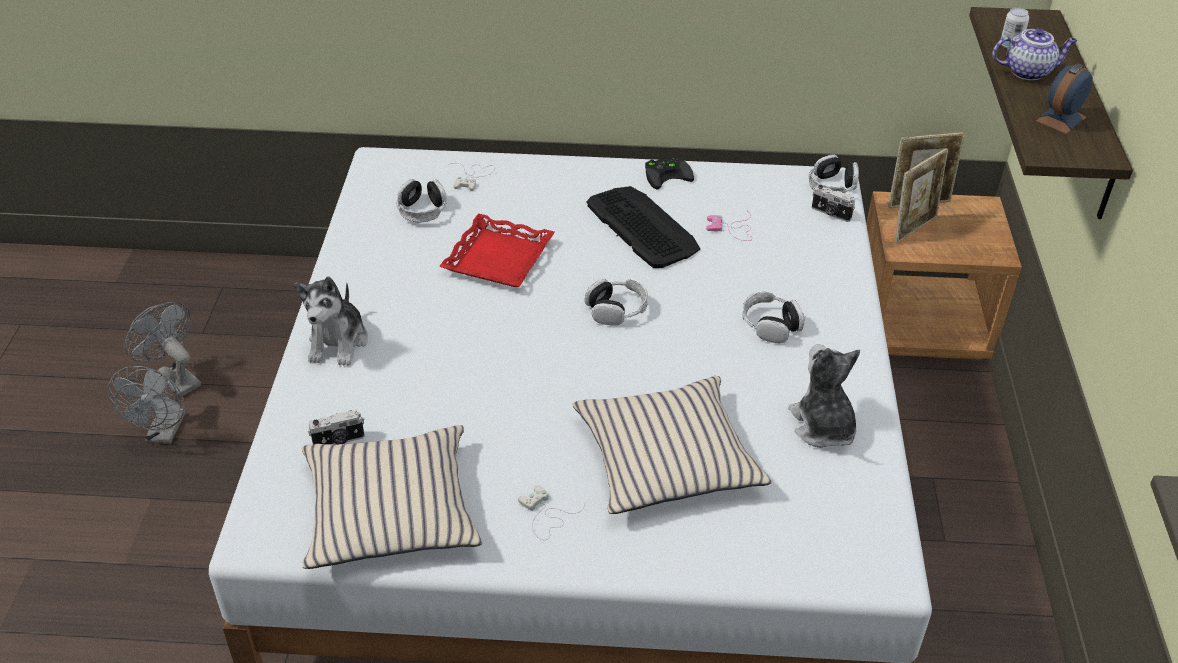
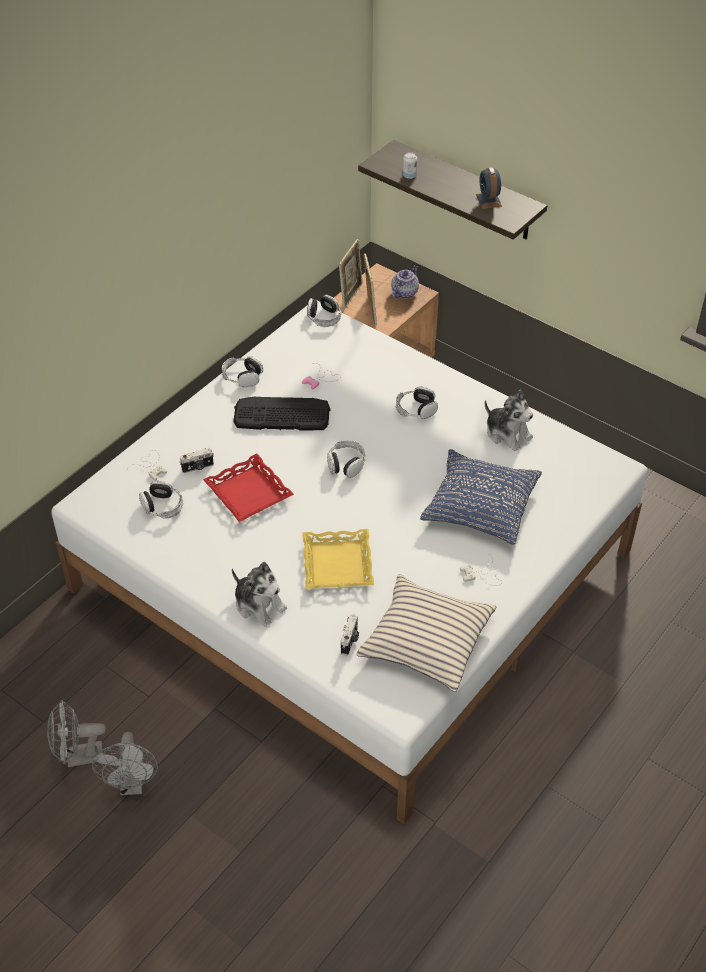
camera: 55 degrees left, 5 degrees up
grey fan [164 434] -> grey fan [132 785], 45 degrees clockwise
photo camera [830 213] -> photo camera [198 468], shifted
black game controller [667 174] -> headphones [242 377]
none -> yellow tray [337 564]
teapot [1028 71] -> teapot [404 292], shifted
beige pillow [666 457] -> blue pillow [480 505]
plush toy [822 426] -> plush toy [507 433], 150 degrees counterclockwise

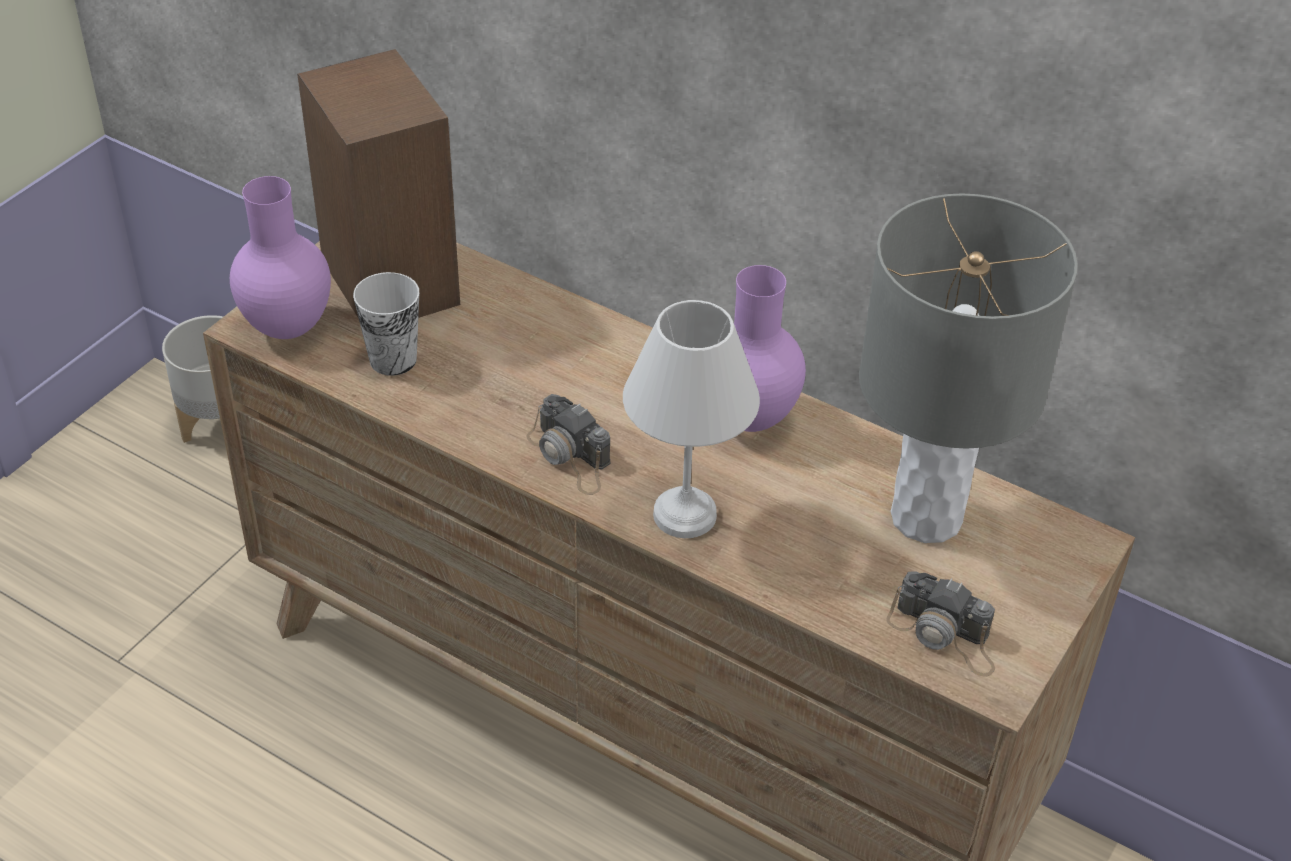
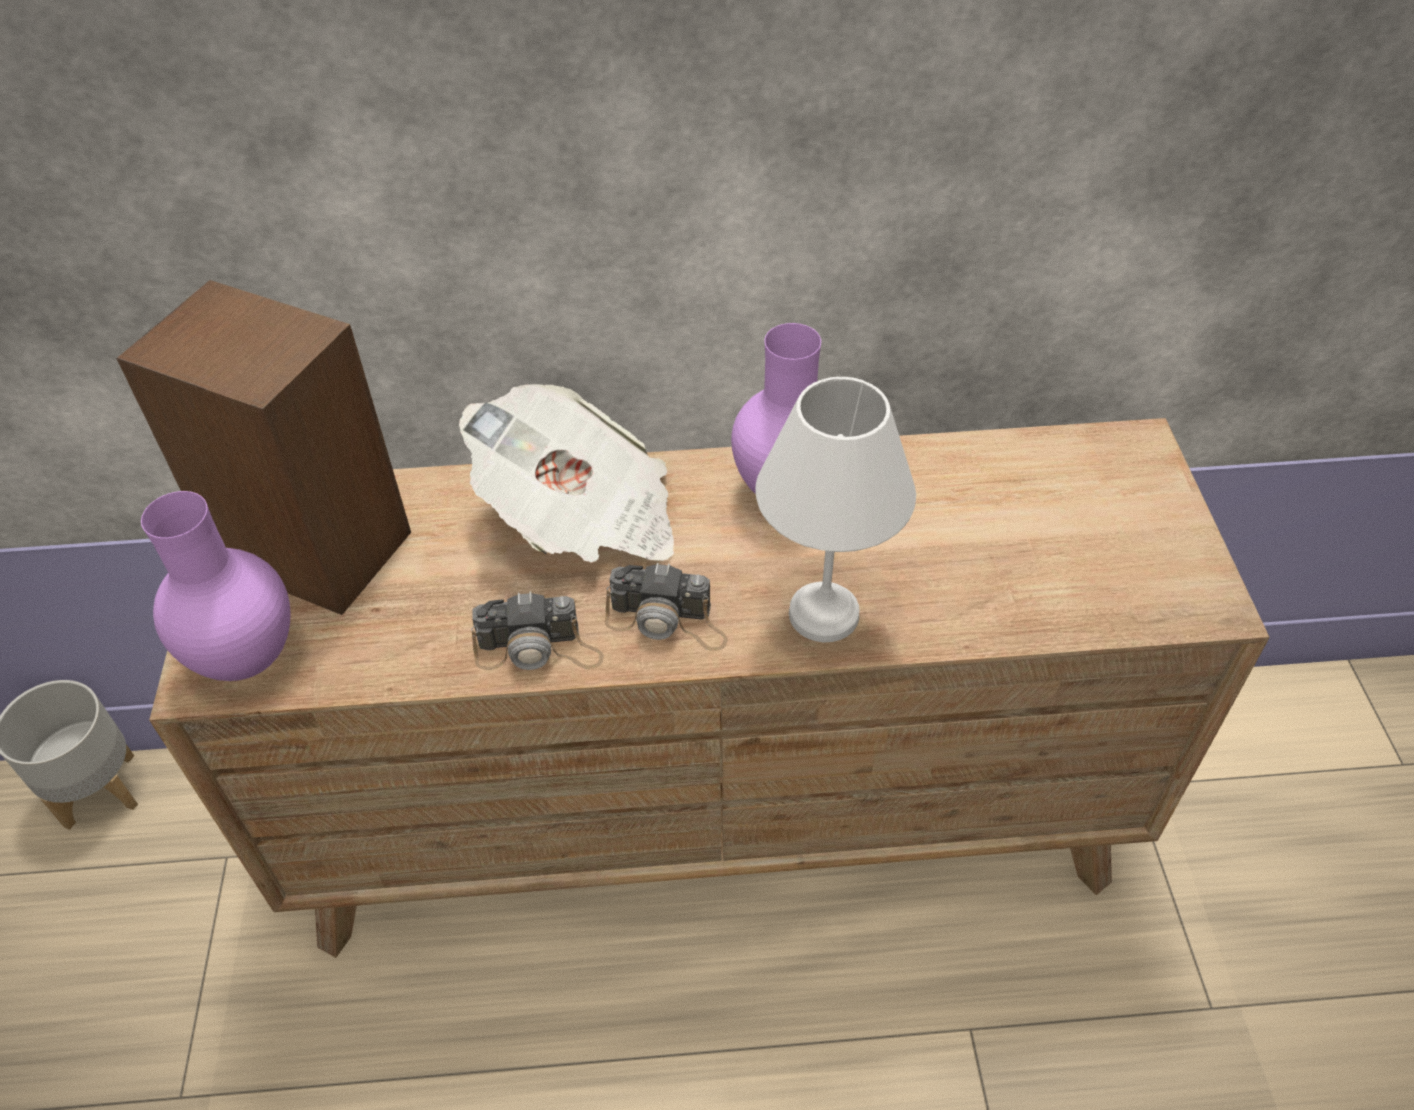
camera: 35 degrees left, 5 degrees up
none -> newspaper [582 516]
photo camera [944 635] -> photo camera [539 649], shifted
cup [393 359] -> none
grey table lamp [925 516] -> none

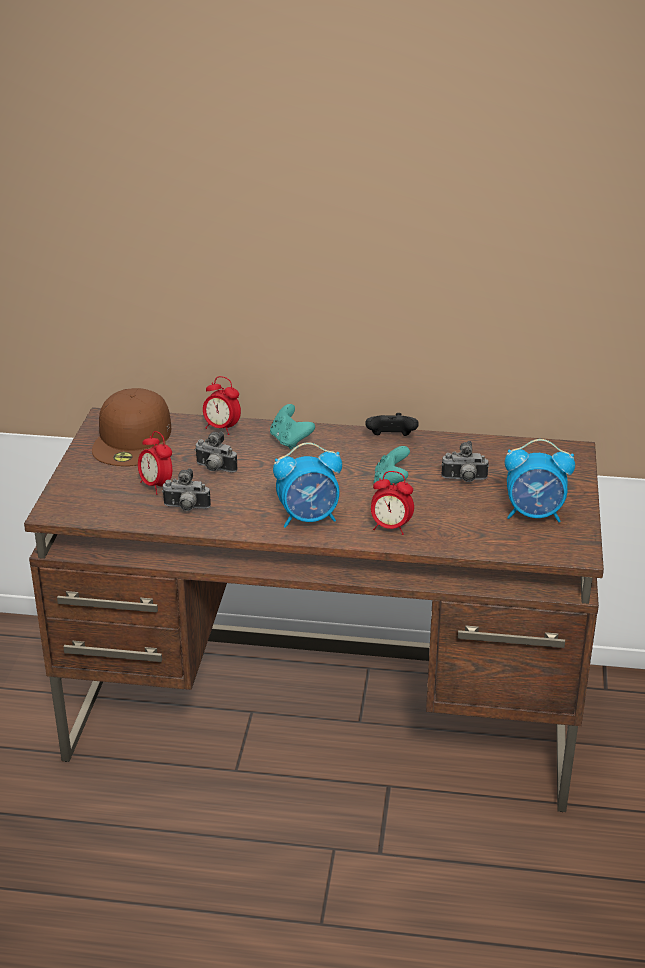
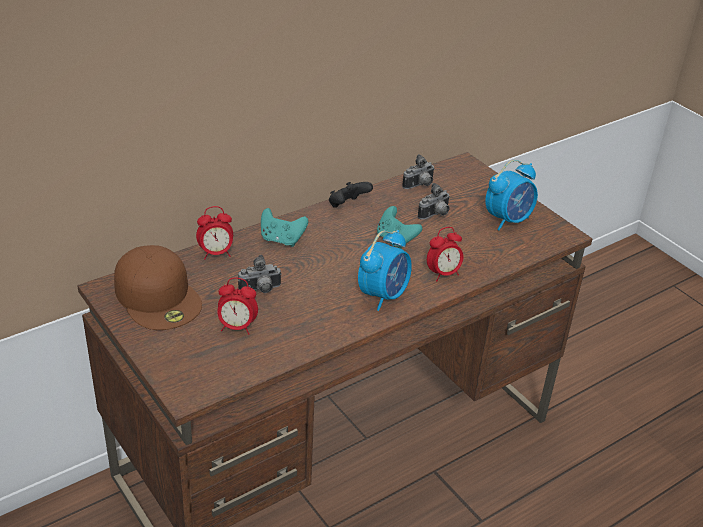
camera: 45 degrees left, 5 degrees up
photo camera [186 508] -> photo camera [419 185], shifted

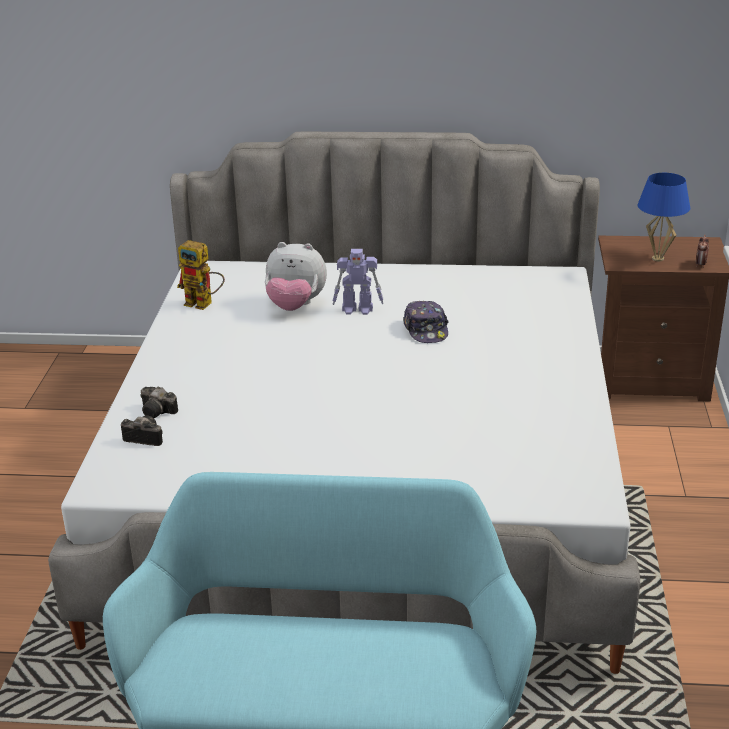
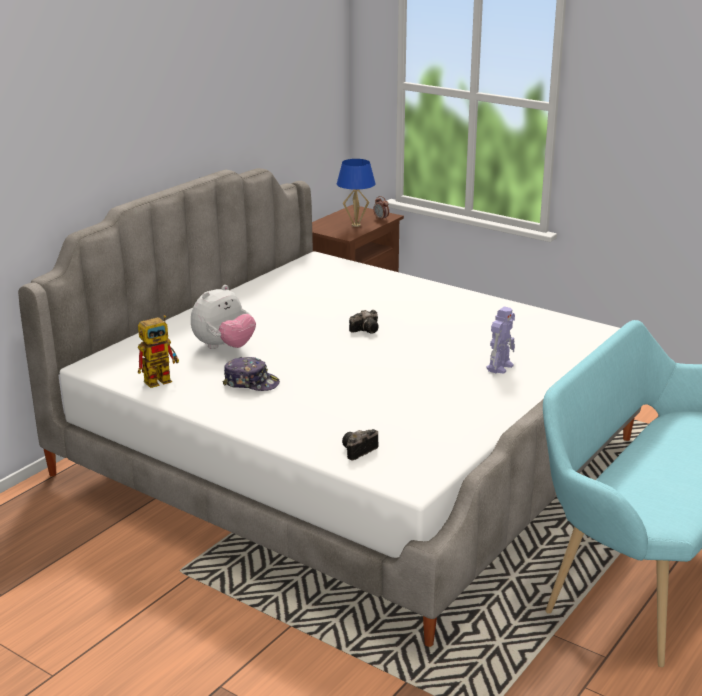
camera: 60 degrees left, 5 degrees down
cap [426 330] -> cap [251 383], shifted
photo camera [159 412] -> photo camera [367 329], shifted
toy robot [358 309] -> toy robot [500 366], shifted

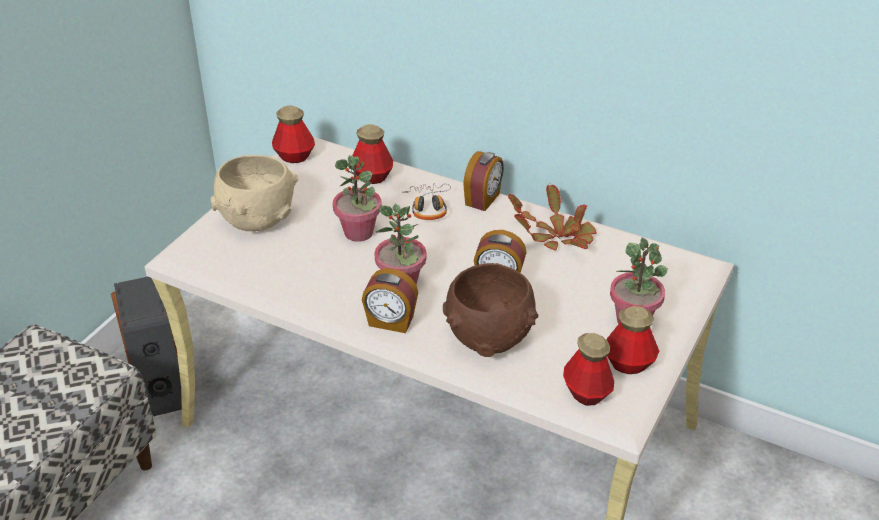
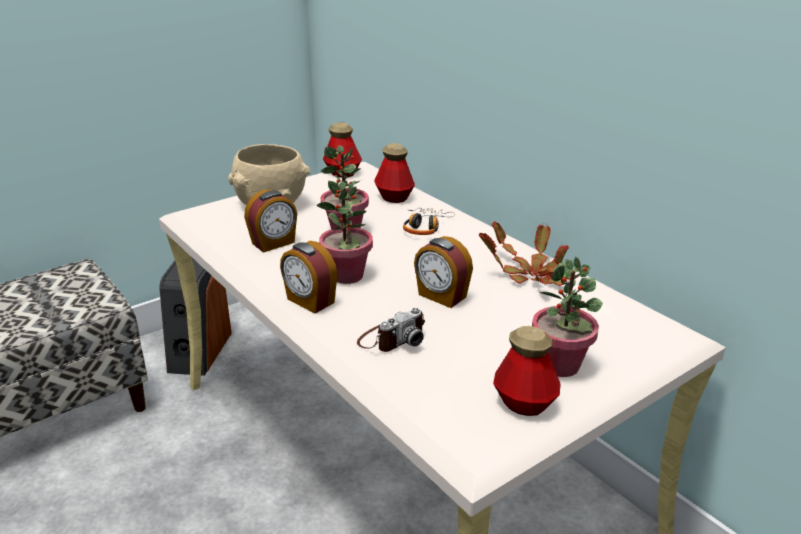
camera: 25 degrees right, 10 degrees down
alarm clock [483 199] -> alarm clock [273 243], shifted
brown bowl [489 338] -> photo camera [392 338]
bottle [586 393] -> none

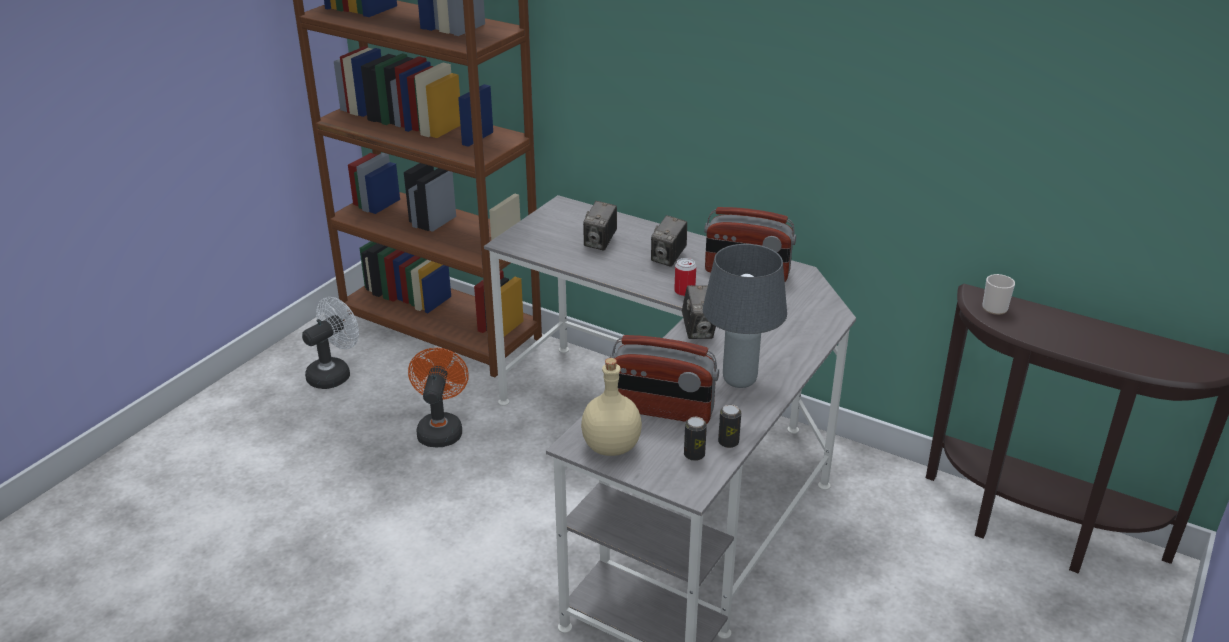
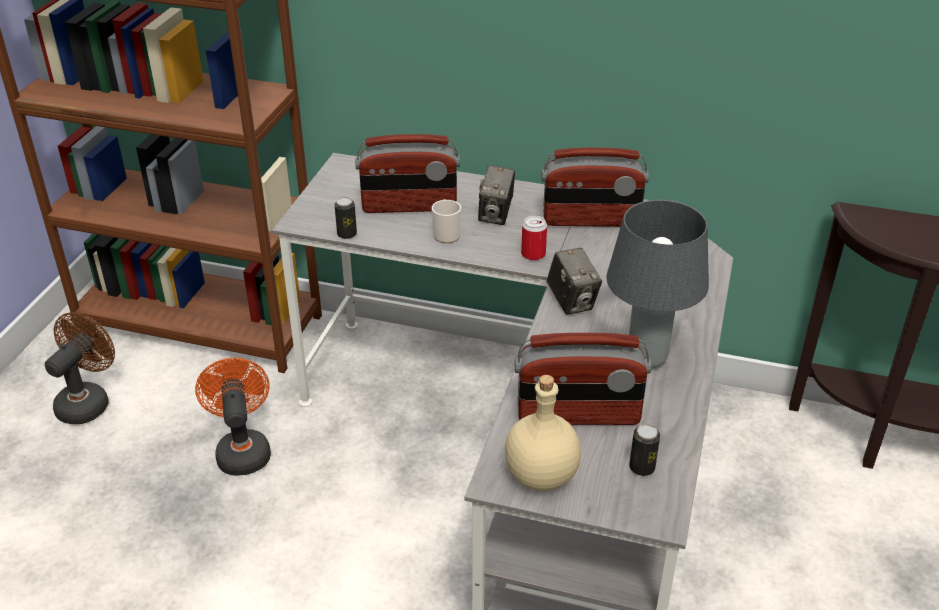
camera: 15 degrees left, 5 degrees up
white fan [334 373] -> brown fan [88 401]
can [728 442] -> can [347 234], shifted
photo camera [600 242] -> radio [409 206]
mug [994 306] -> mug [446 234], shifted

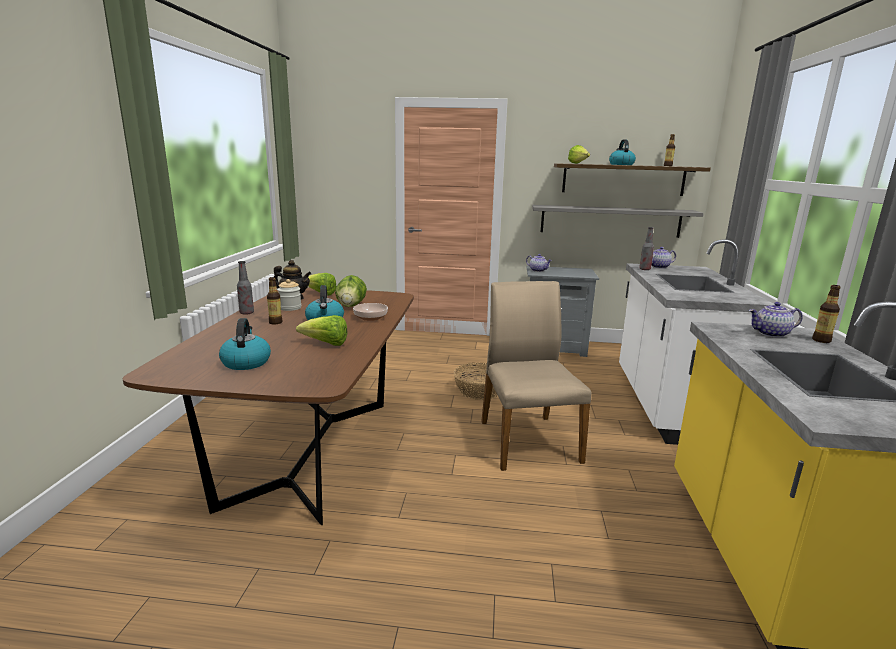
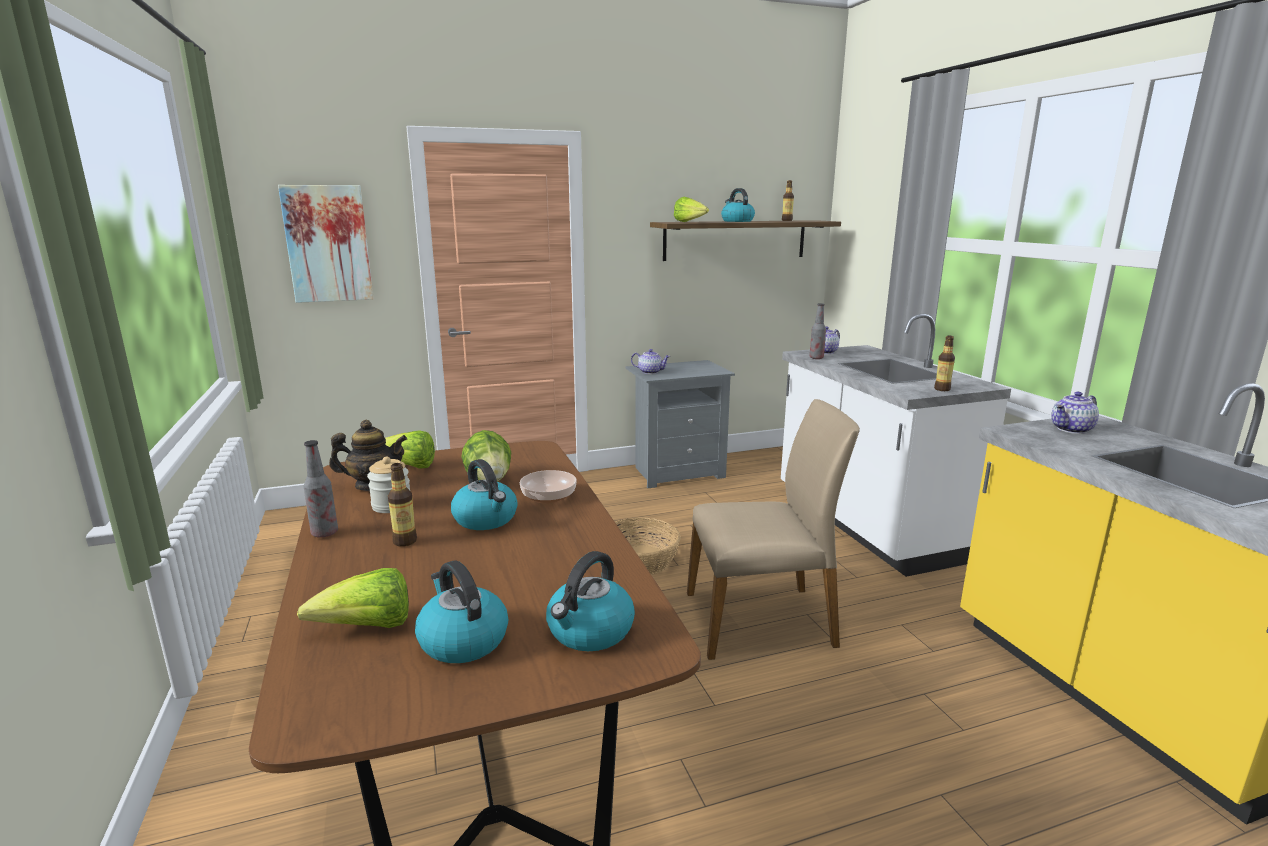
camera: 25 degrees left, 0 degrees up
none -> picture [328 244]
lettuce [326 344] -> lettuce [368 628], shifted
none -> kettle [590 631]
beige chair [527 440] -> beige chair [761 619], 120 degrees clockwise
bottle [821 340] -> bottle [942 389], shifted
grey shelf [610 221] -> none

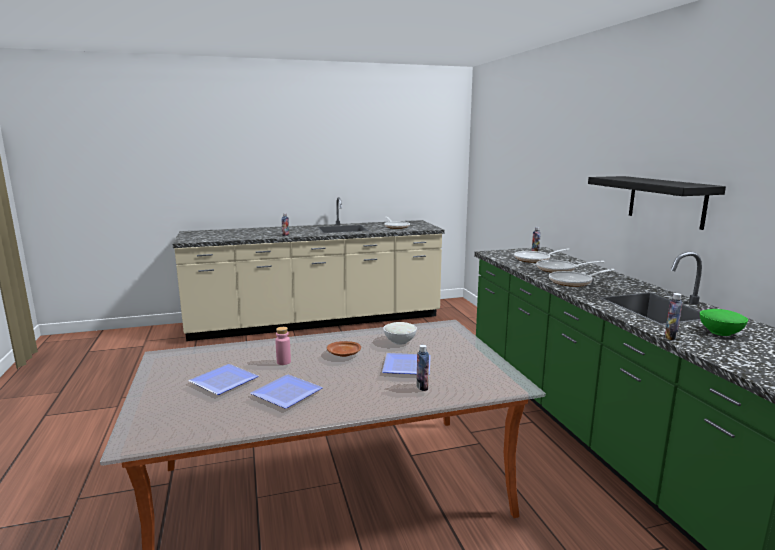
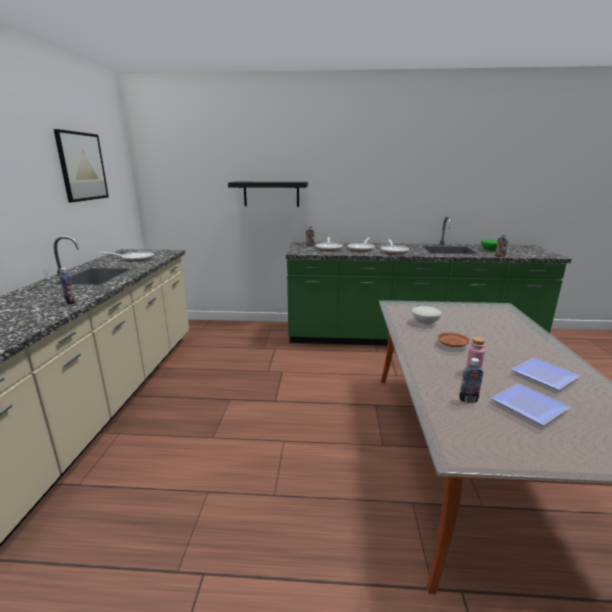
camera: 70 degrees left, 5 degrees up
none -> picture [82 166]
black shelf [666 201] -> black shelf [271 194], shifted
bottle [422 387] -> bottle [468 400], shifted
plate [405 365] -> none

